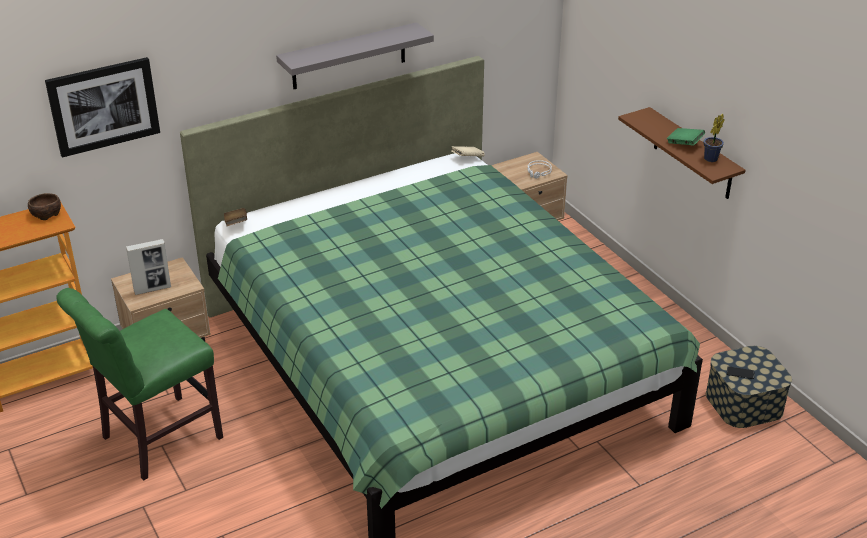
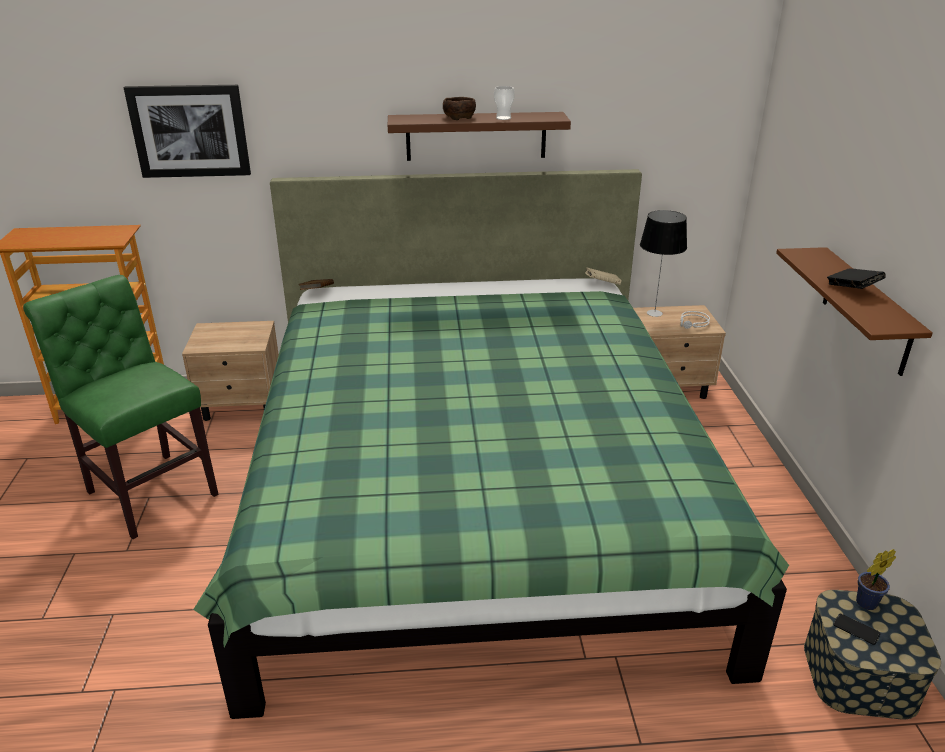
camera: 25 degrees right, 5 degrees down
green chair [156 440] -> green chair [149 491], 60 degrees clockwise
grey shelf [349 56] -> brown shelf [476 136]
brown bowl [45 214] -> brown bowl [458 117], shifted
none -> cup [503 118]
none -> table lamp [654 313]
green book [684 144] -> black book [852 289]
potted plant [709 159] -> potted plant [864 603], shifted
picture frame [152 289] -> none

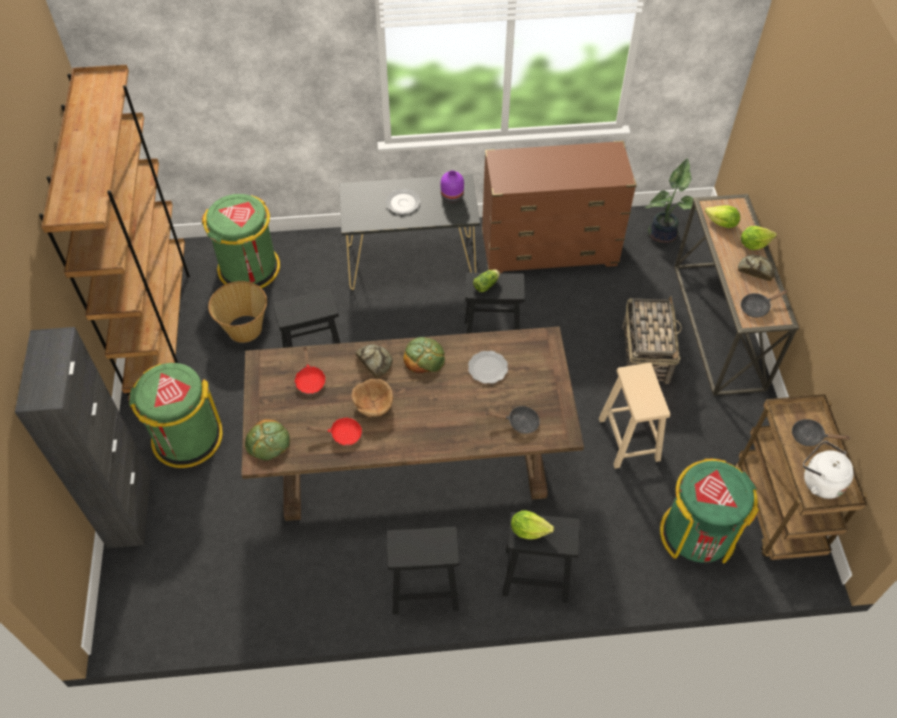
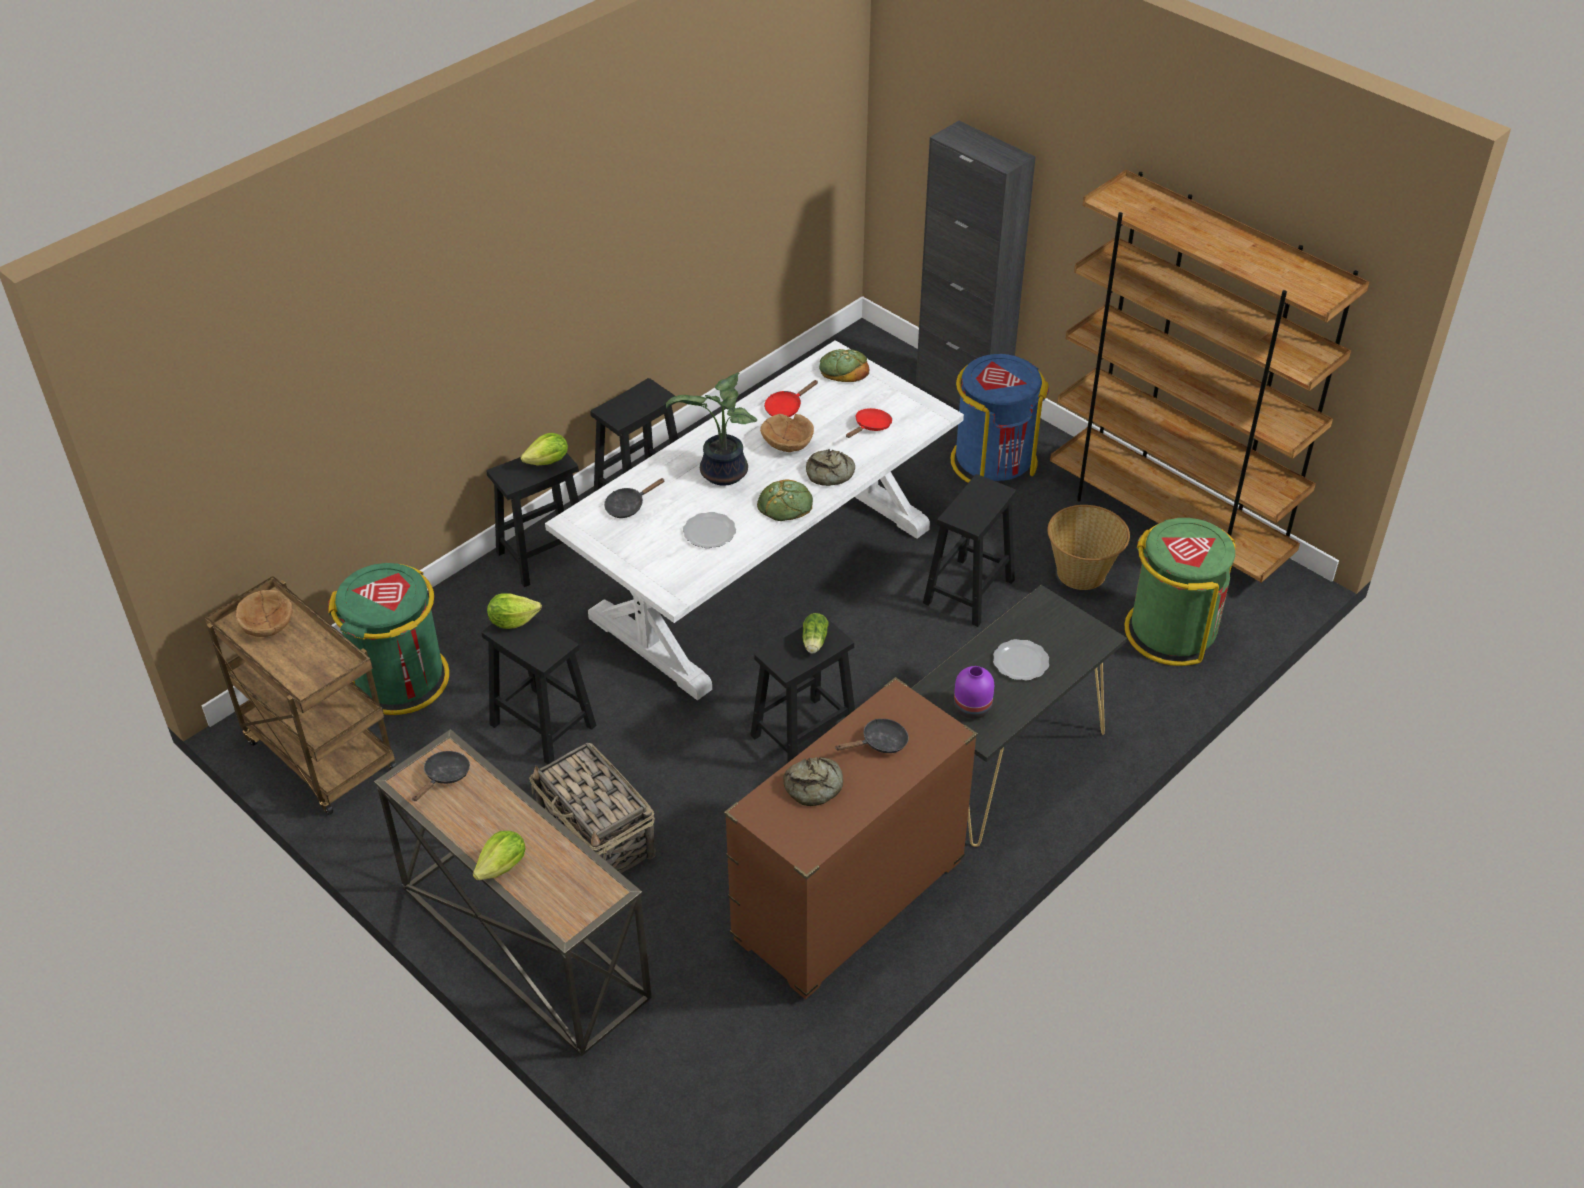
camera: 140 degrees right, 10 degrees down
white kettle [819 481] -> brown bowl [267 624]
beige stool [629 440] -> black stool [541 724]
lettuce [721 224] -> lettuce [512 621], shifted
brown dining table [411 456] -> white dining table [762 572]
potted plant [664 234] -> potted plant [722 474], shifted
bread [756 270] -> bread [815 786], shifted
black frying pan [810 436] -> black frying pan [880 743], shifted
red frying pan [310 380] -> red frying pan [870 426], 90 degrees clockwise
green trash can [186 438] -> blue trash can [993 461]

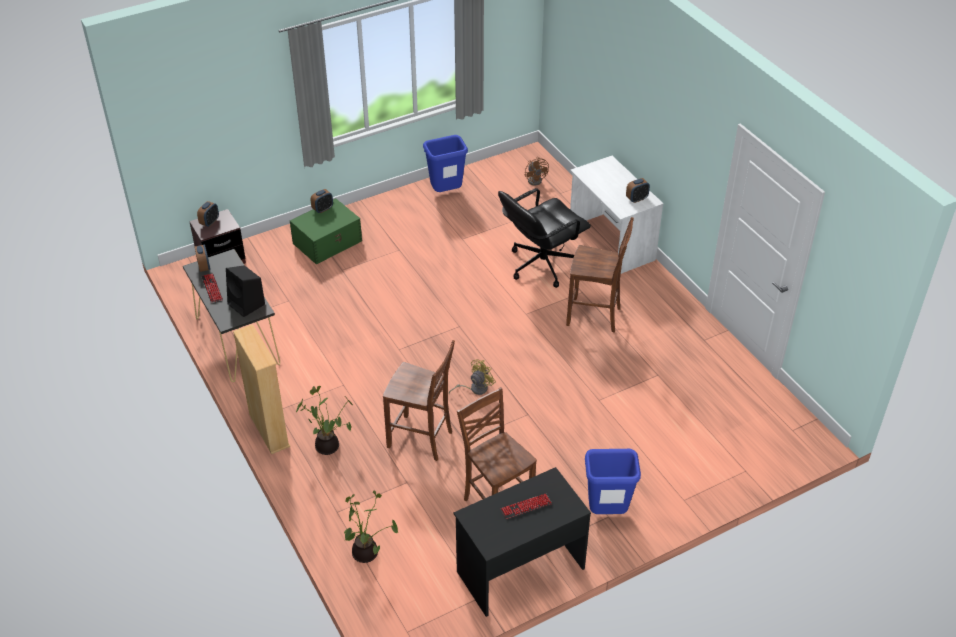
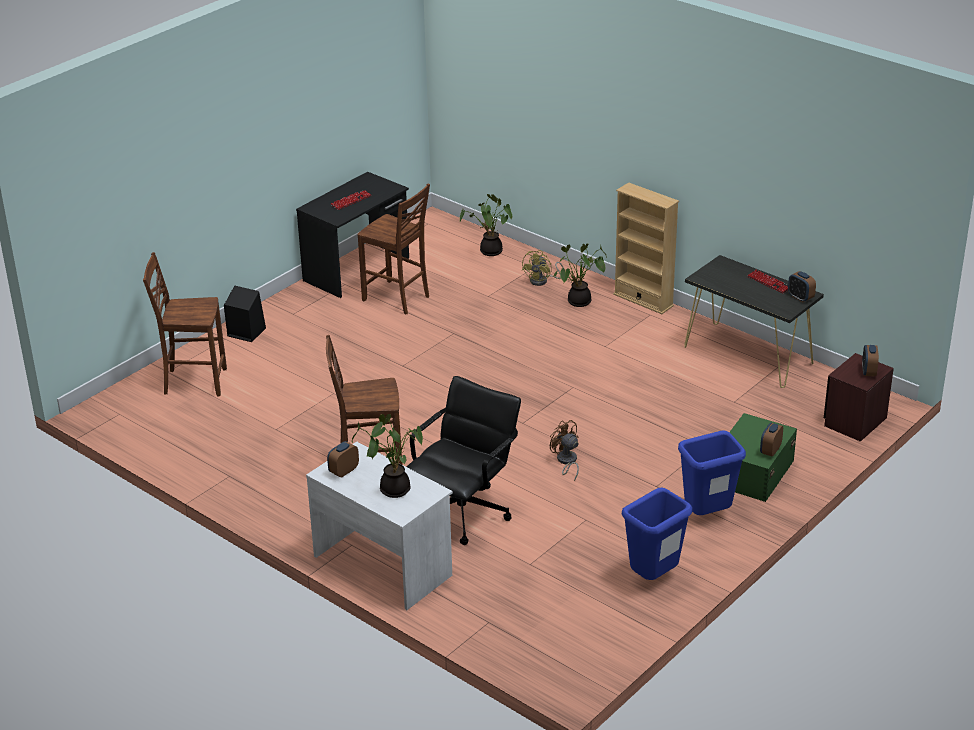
camera: 160 degrees right, 10 degrees down
brown chair [421 439] -> brown chair [193 382], shifted
black speaker [247 304] -> black speaker [245 332], shifted
none -> potted plant [393 488]
yellow fan [475 388] -> yellow fan [542 281], shifted
brown fan [536 179] -> brown fan [566 462], shifted
blue trash can [606 512] -> blue trash can [707 516], shifted

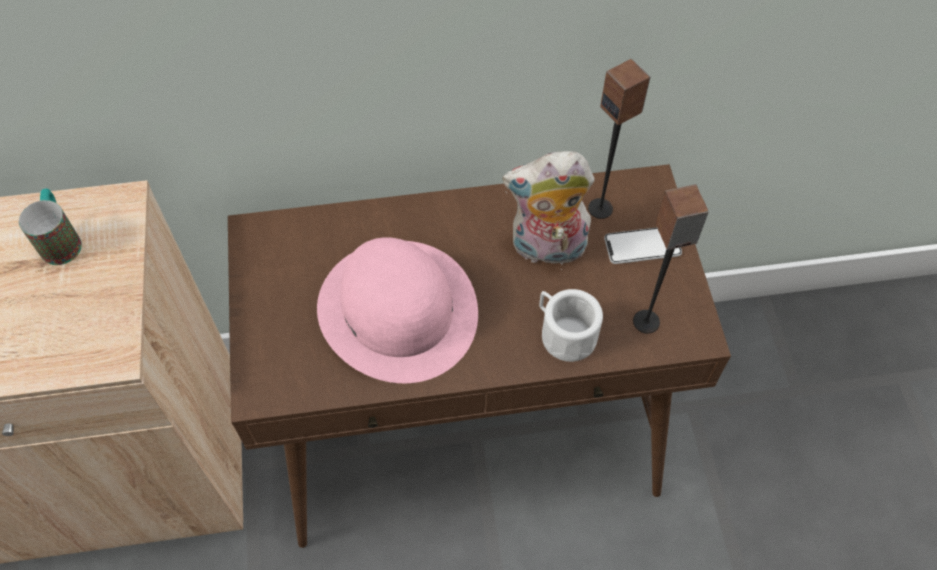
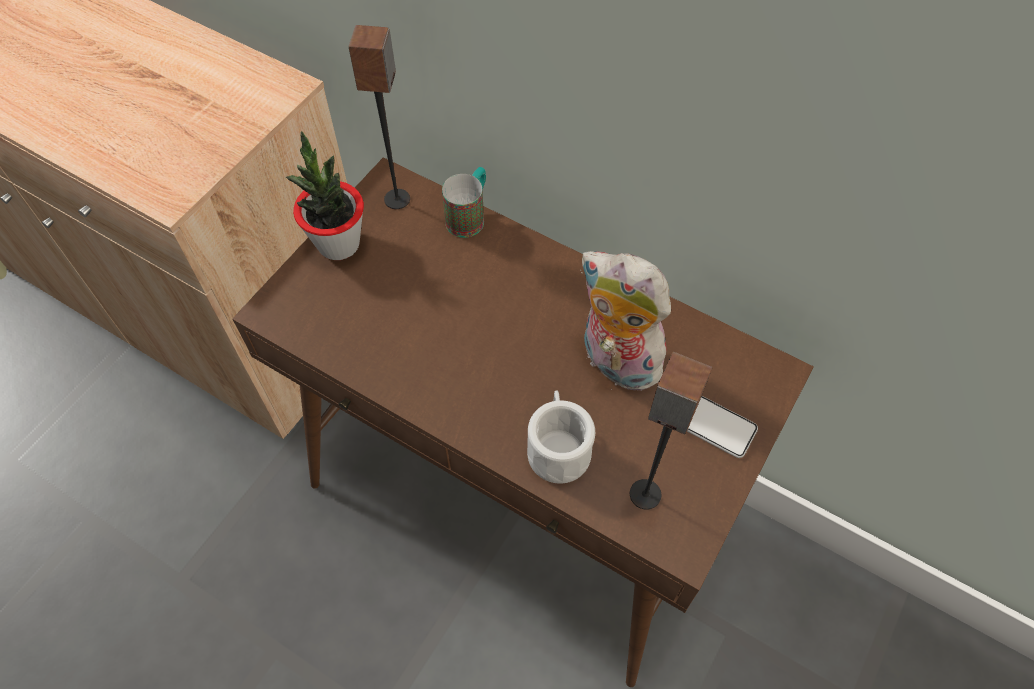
camera: 40 degrees right, 0 degrees up
none -> potted plant [338 244]
speaker [601 208] -> speaker [397 199], shifted
mug [61 240] -> mug [469 216], shifted
pink hat [398 310] -> none

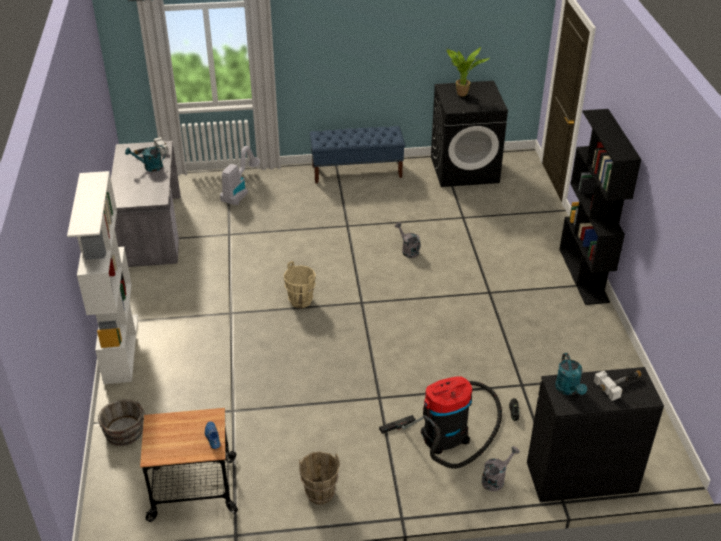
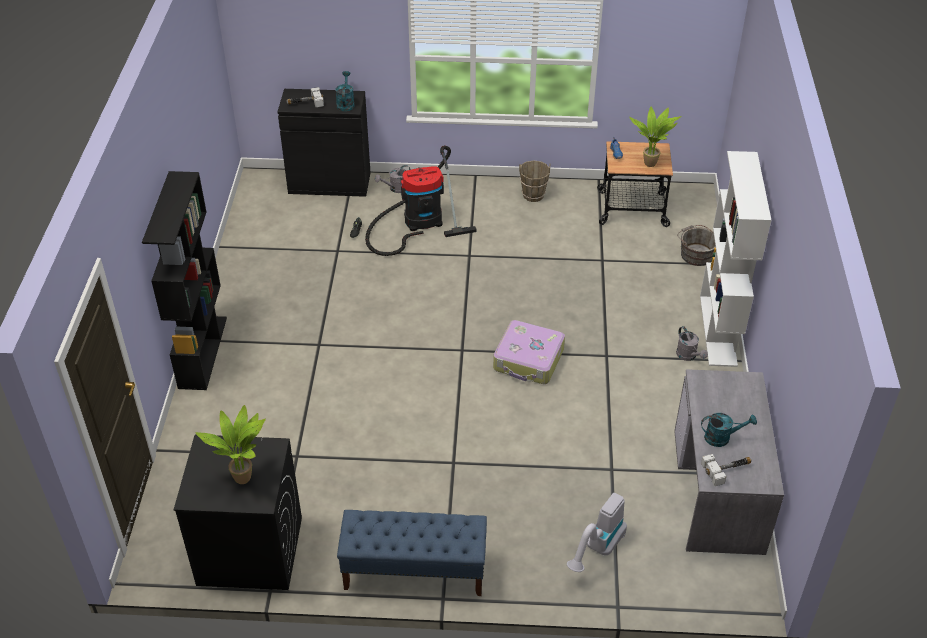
camera: 170 degrees left, 5 degrees up
beige bucket [300 301] -> suitcase [529 360]
none -> potted plant [651 163]
grey watering can [408 250] -> grey watering can [688 356], shifted

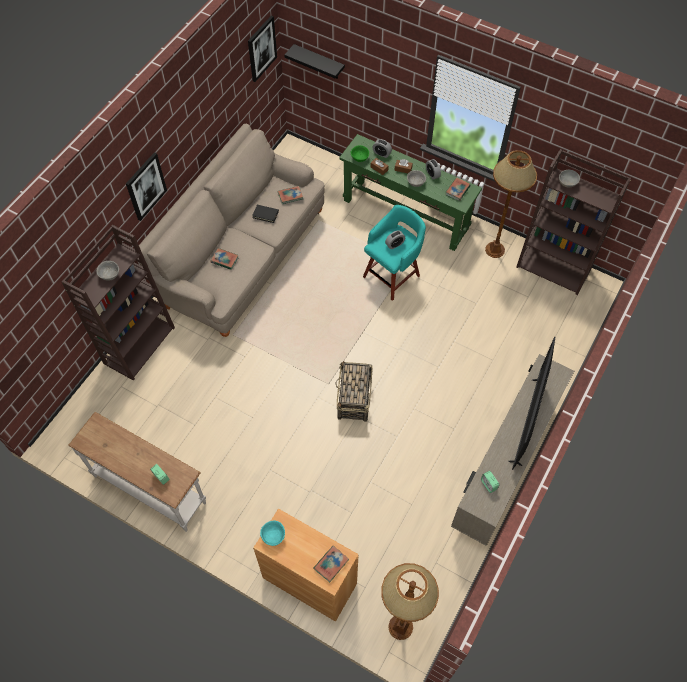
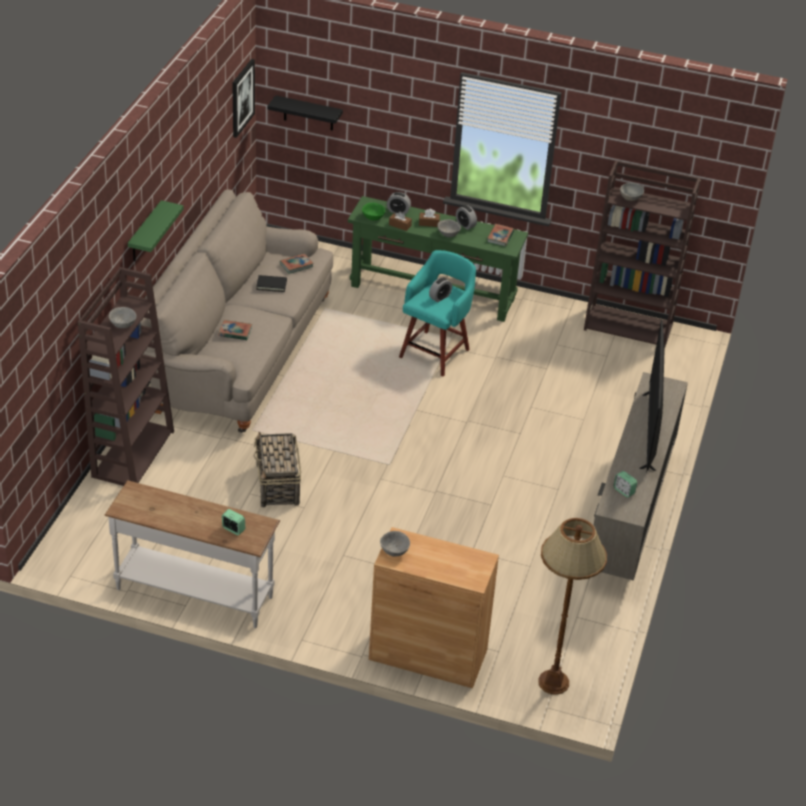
camera: 15 degrees left, 20 degrees down
picture [145 186] -> green shelf [145 233]
basket [354 399] -> basket [277 485], shifted
turquoise bowl [273 536] -> grey bowl [394 551]
book [331 564] -> none
brown floor lamp [495 249] -> none

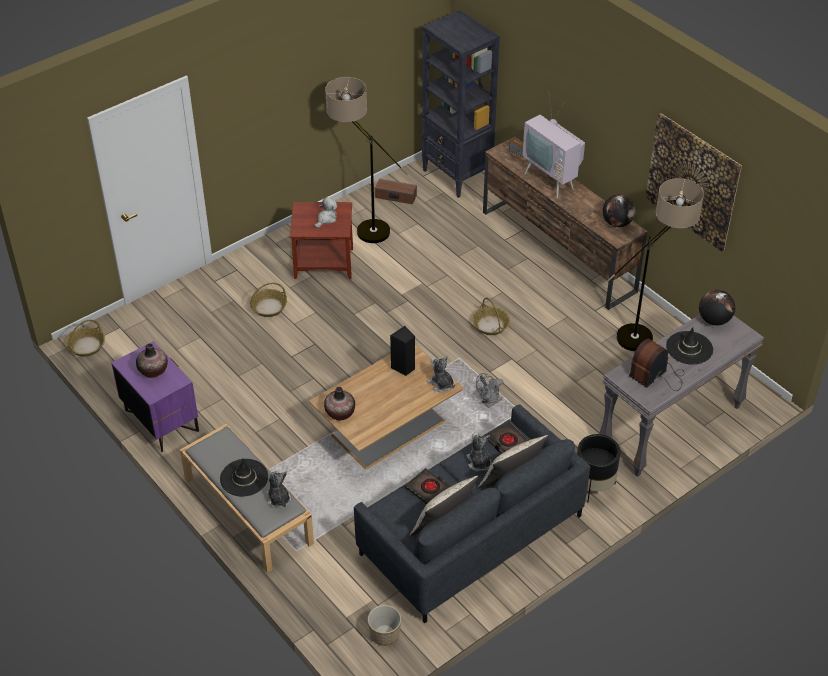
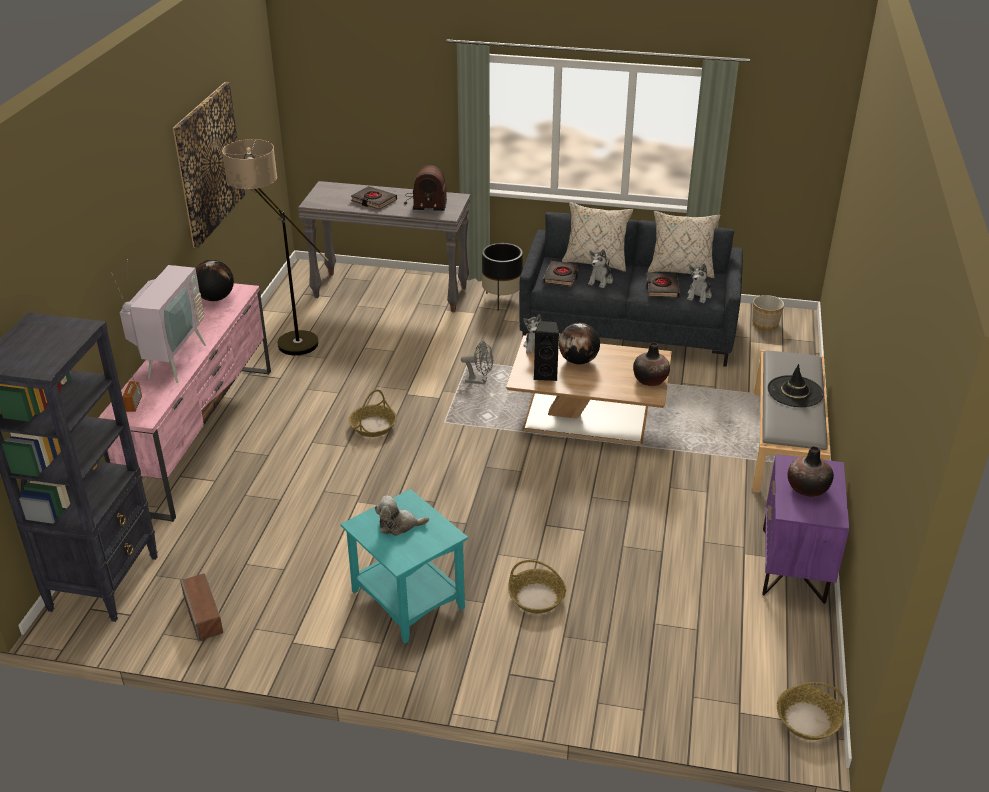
camera: 130 degrees left, 10 degrees down
brown tv stand [558 252] -> pink tv stand [202 436]
brown side table [323 264] -> turquoise side table [409 599]
black hat [689 348] -> black book [374 201]
globe [714 320] -> globe [578 361], shifted
plush toy [278 499] -> plush toy [699 295], shifted
floor lamp [361 228] -> none

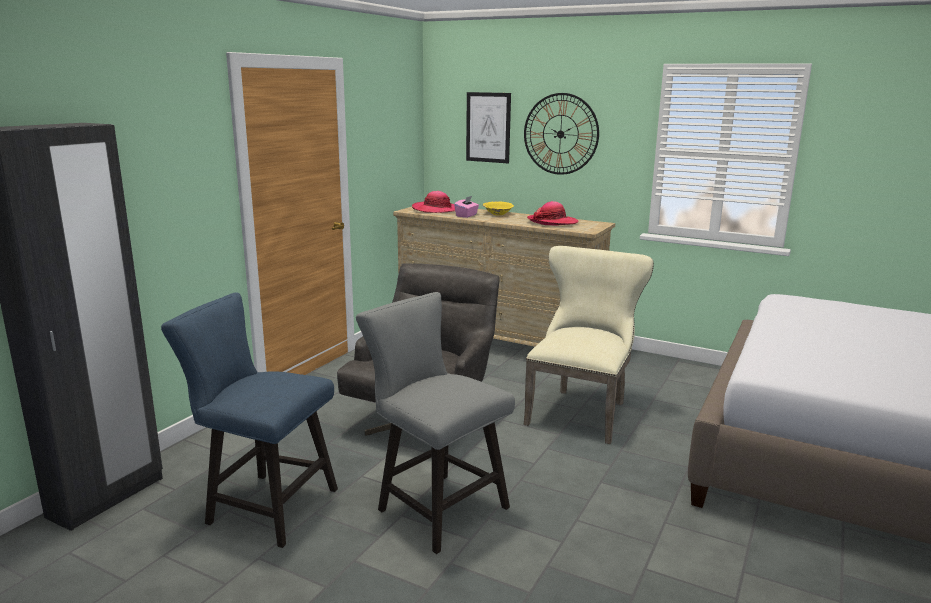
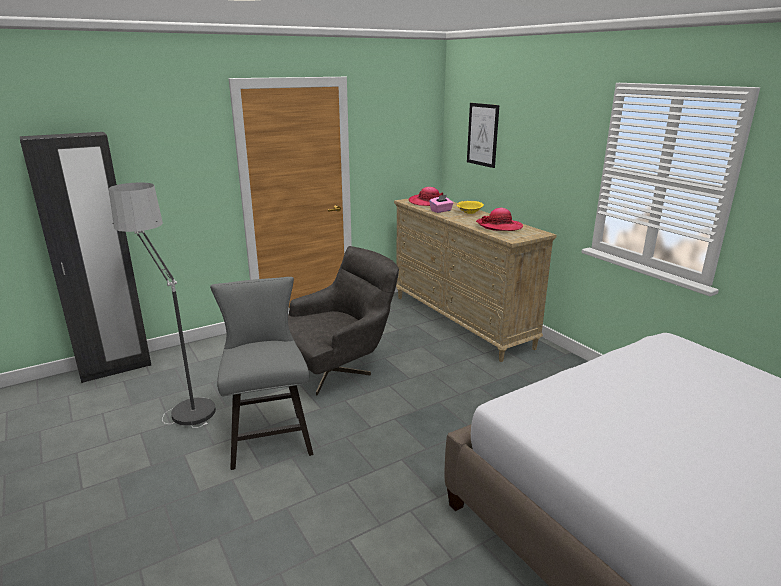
camera: 30 degrees right, 5 degrees up
blue chair [264 505] -> floor lamp [179 400]
wall clock [560 134] -> none
beige chair [581 411] -> none

